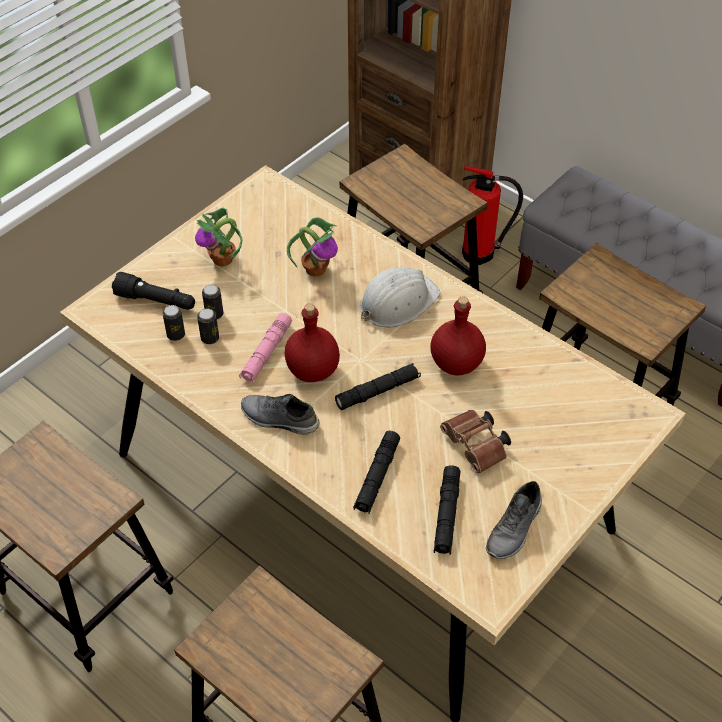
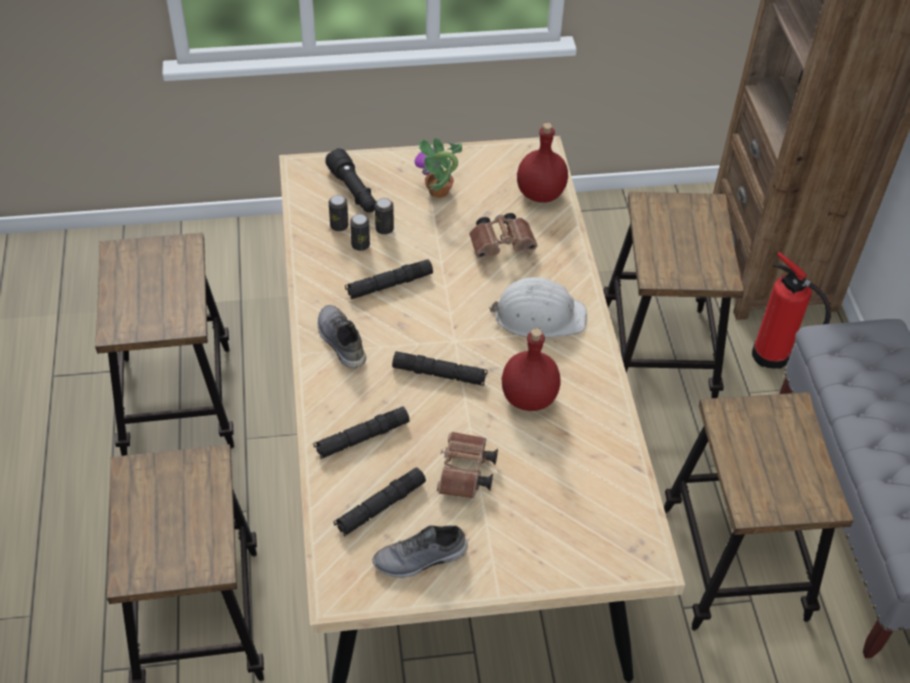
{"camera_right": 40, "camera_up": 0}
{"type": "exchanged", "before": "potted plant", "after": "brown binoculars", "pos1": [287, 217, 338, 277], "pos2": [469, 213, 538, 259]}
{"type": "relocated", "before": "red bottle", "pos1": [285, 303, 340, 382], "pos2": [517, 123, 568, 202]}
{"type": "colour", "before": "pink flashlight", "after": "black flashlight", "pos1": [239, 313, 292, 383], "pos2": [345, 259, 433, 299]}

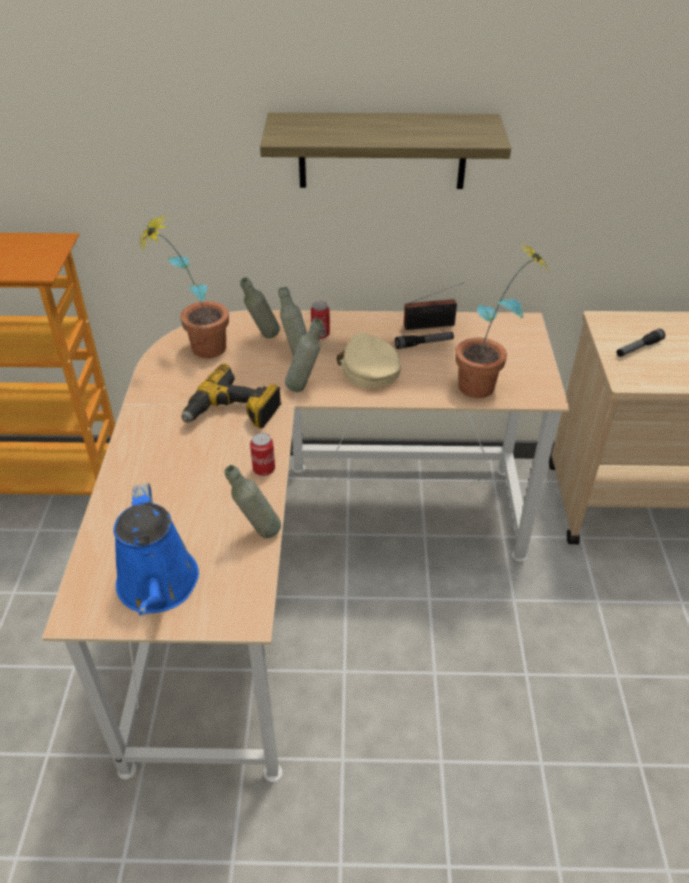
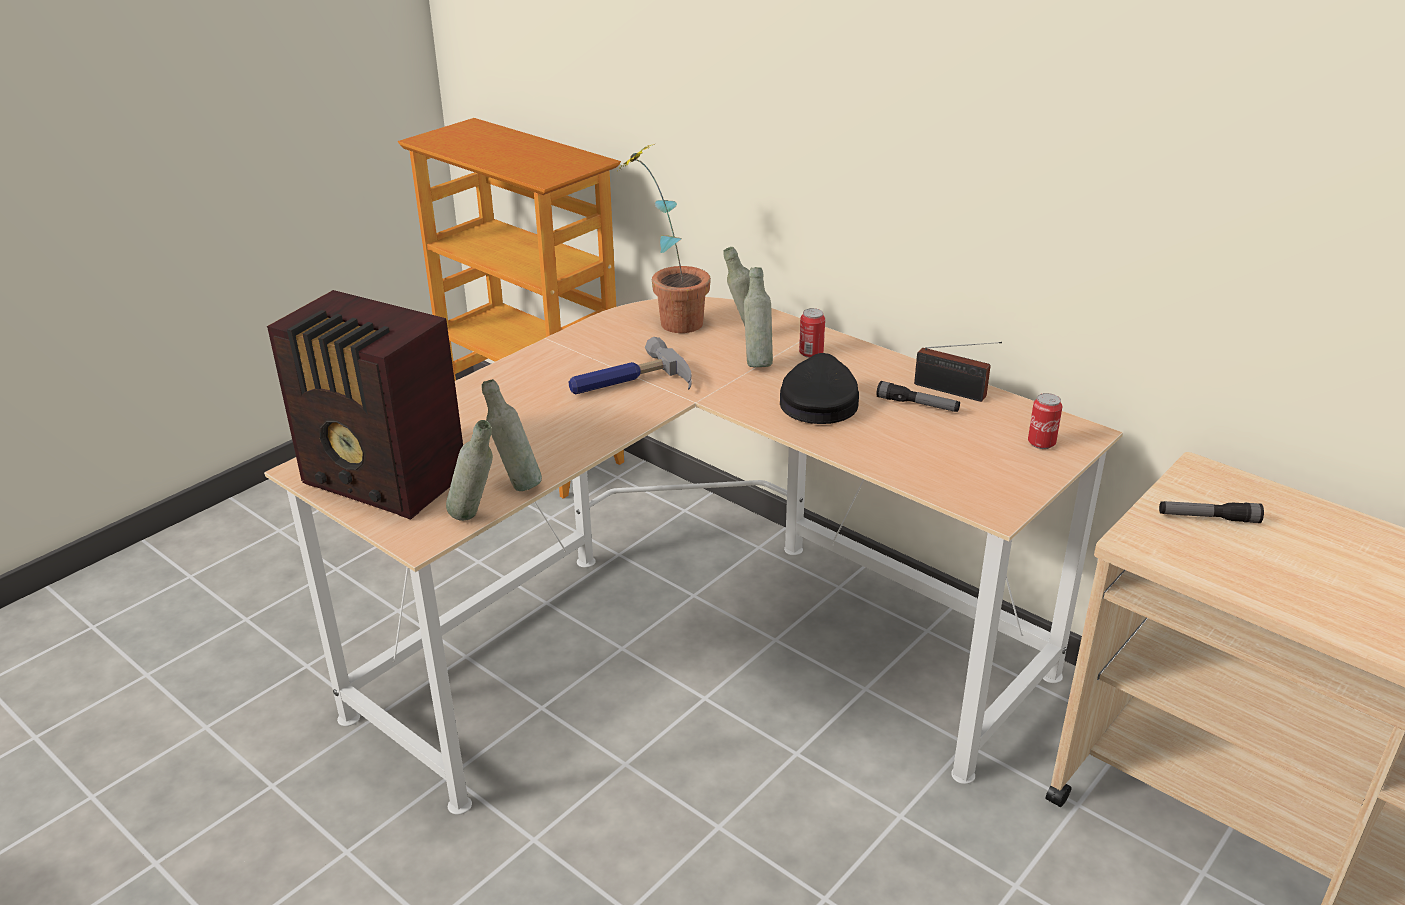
{"camera_right": 40, "camera_up": -10}
{"type": "missing", "before": "shelf", "pos1": [260, 112, 511, 189]}
{"type": "missing", "before": "potted plant", "pos1": [455, 242, 549, 398]}
{"type": "relocated", "before": "grey bottle", "pos1": [285, 318, 323, 392], "pos2": [446, 420, 493, 521]}
{"type": "colour", "before": "beige cap", "after": "black cap", "pos1": [336, 333, 401, 388], "pos2": [780, 353, 859, 424]}
{"type": "exchanged", "before": "power drill", "after": "hammer", "pos1": [181, 364, 281, 428], "pos2": [569, 337, 692, 394]}
{"type": "relocated", "before": "can", "pos1": [250, 433, 275, 476], "pos2": [1028, 393, 1063, 449]}
{"type": "exchanged", "before": "blue watering can", "after": "radio", "pos1": [114, 483, 199, 616], "pos2": [267, 290, 463, 520]}

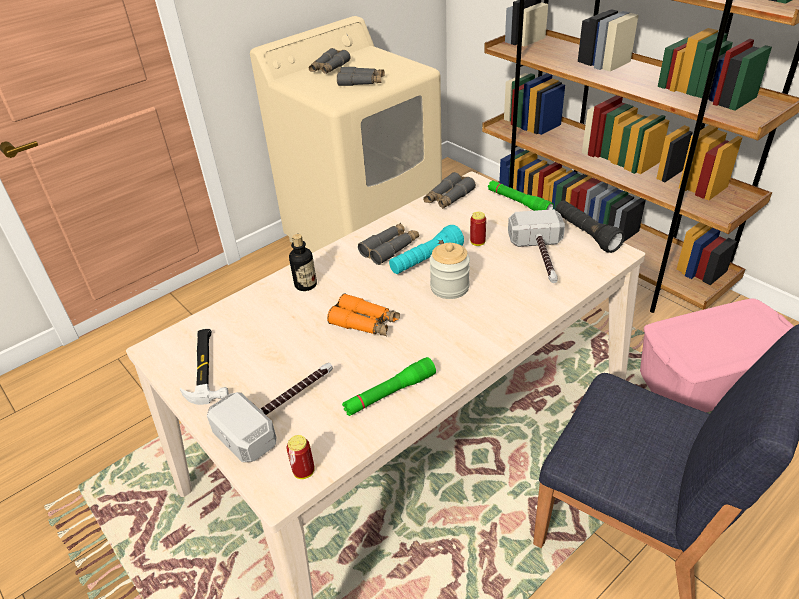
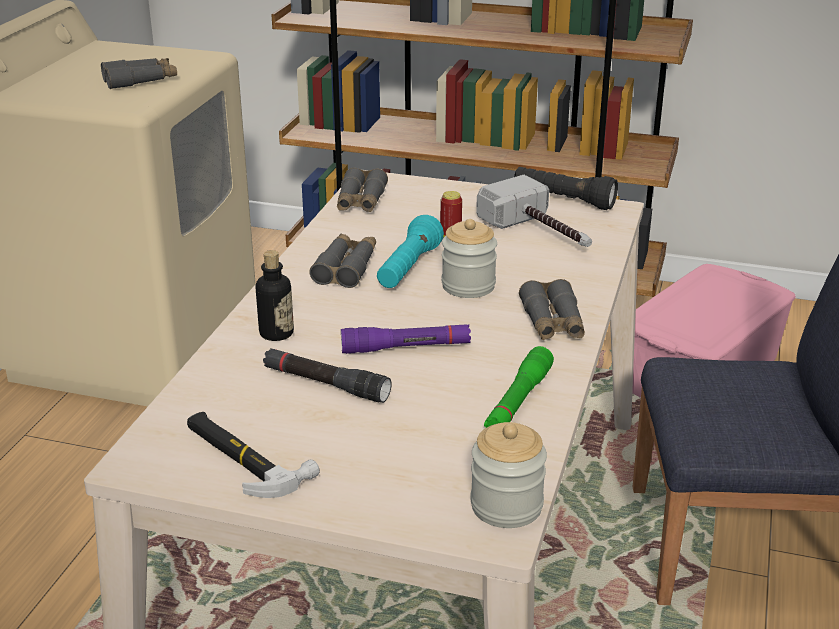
{"camera_right": -35, "camera_up": -10}
{"type": "relocated", "before": "grey binoculars", "pos1": [309, 48, 351, 74], "pos2": [519, 279, 585, 340]}
{"type": "missing", "before": "green flashlight", "pos1": [488, 181, 554, 211]}
{"type": "exchanged", "before": "orange binoculars", "after": "purple flashlight", "pos1": [327, 293, 400, 336], "pos2": [341, 324, 471, 354]}
{"type": "missing", "before": "hammer", "pos1": [207, 363, 333, 462]}
{"type": "exchanged", "before": "can", "after": "jar", "pos1": [286, 435, 315, 479], "pos2": [470, 422, 547, 528]}
{"type": "appeared", "after": "black flashlight", "pos2": [263, 348, 392, 403]}

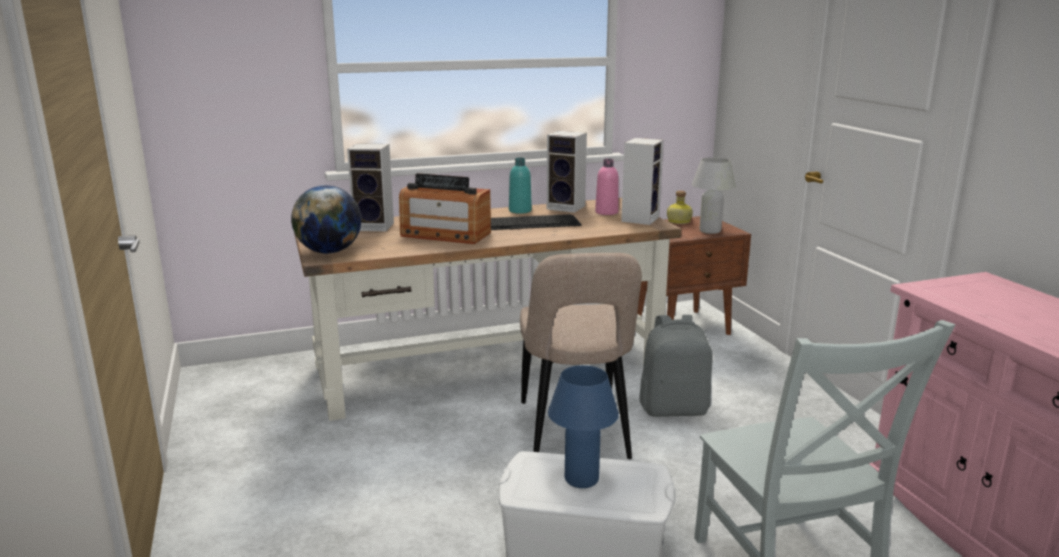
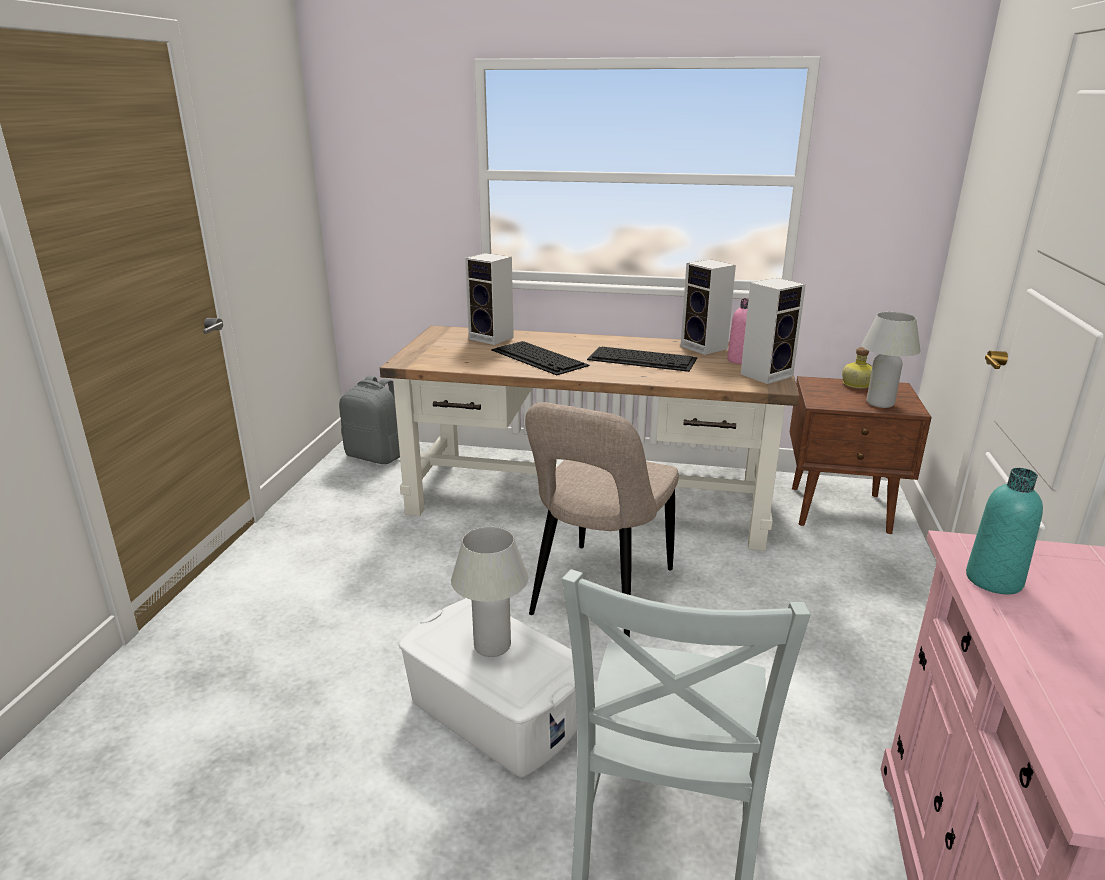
{"camera_right": 30, "camera_up": 5}
{"type": "relocated", "before": "turquoise bottle", "pos1": [509, 158, 532, 214], "pos2": [966, 468, 1043, 594]}
{"type": "exchanged", "before": "radio", "after": "keyboard", "pos1": [399, 173, 491, 244], "pos2": [491, 341, 590, 375]}
{"type": "missing", "before": "globe", "pos1": [291, 185, 361, 253]}
{"type": "relocated", "before": "grey backpack", "pos1": [639, 315, 713, 417], "pos2": [339, 376, 400, 464]}
{"type": "colour", "before": "blue table lamp", "after": "white table lamp", "pos1": [548, 365, 619, 488], "pos2": [451, 527, 528, 657]}

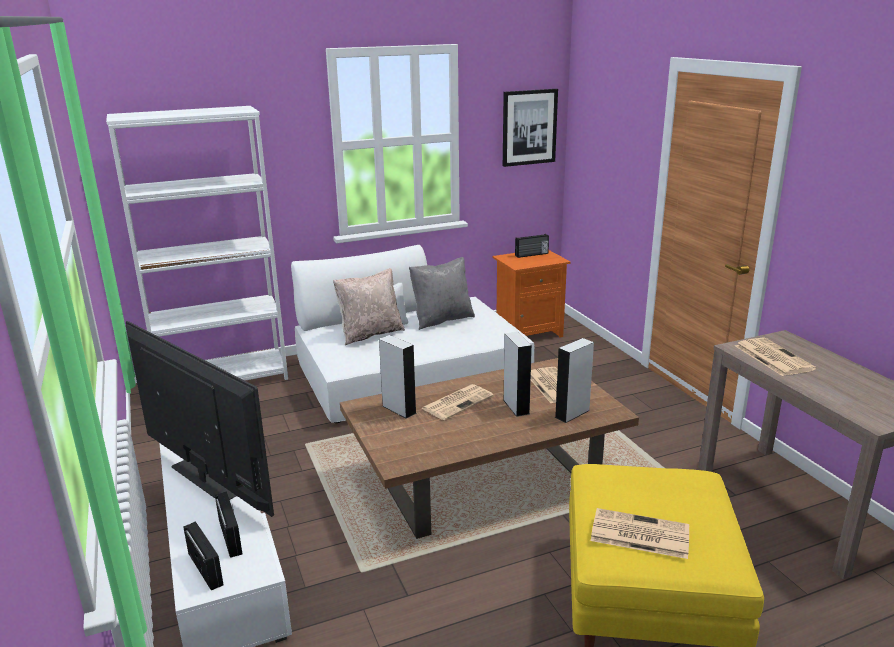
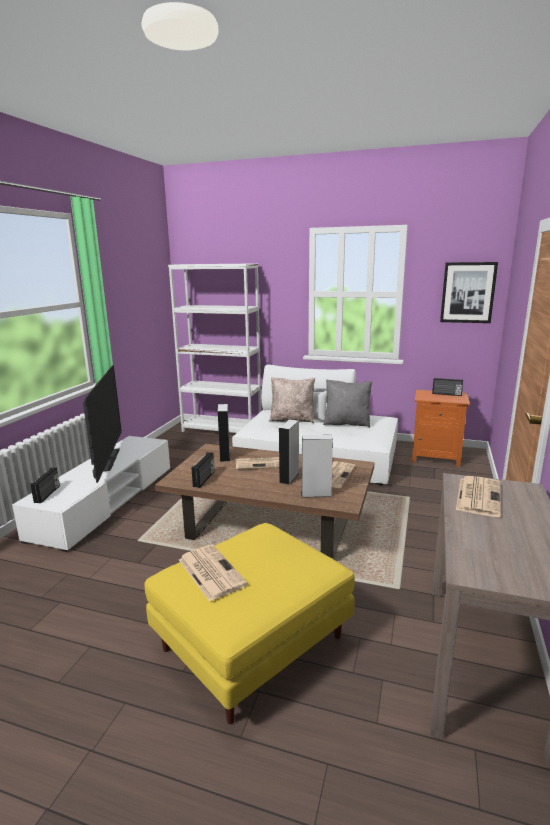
{"camera_right": 40, "camera_up": -5}
{"type": "relocated", "before": "radio", "pos1": [215, 491, 242, 558], "pos2": [191, 452, 215, 488]}

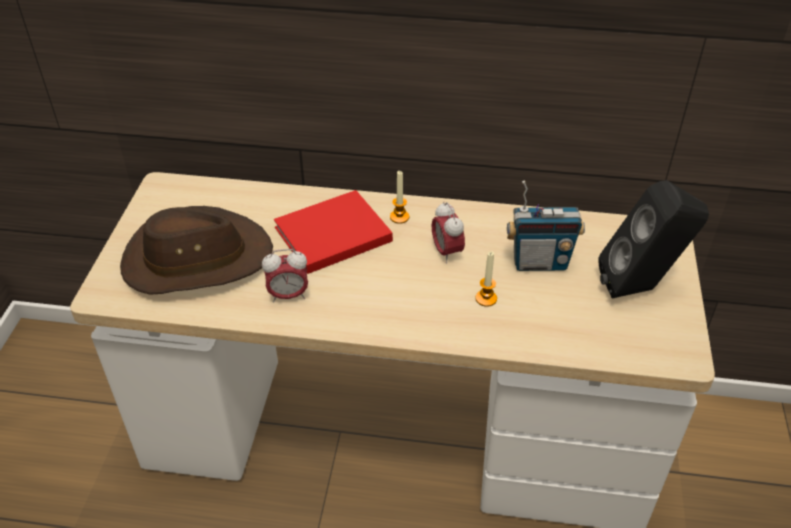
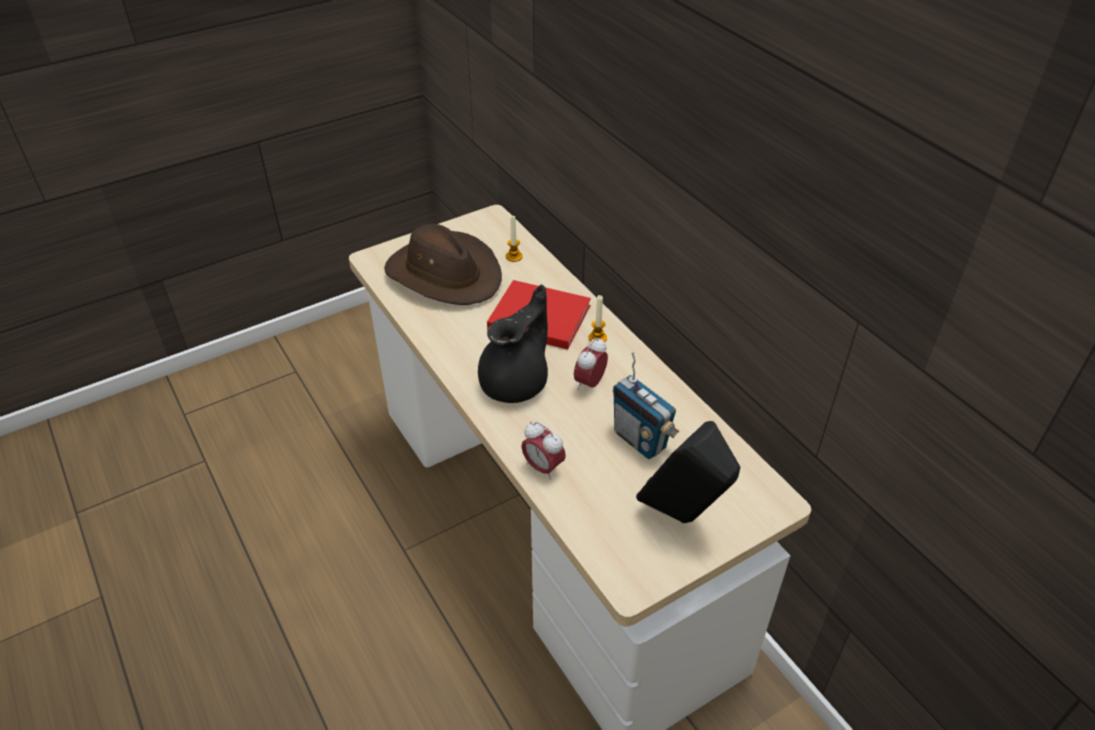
{"camera_right": 50, "camera_up": 0}
{"type": "relocated", "before": "alarm clock", "pos1": [262, 249, 308, 302], "pos2": [521, 422, 566, 480]}
{"type": "relocated", "before": "candle", "pos1": [475, 252, 497, 307], "pos2": [506, 216, 523, 262]}
{"type": "appeared", "after": "black teapot", "pos2": [478, 284, 548, 403]}

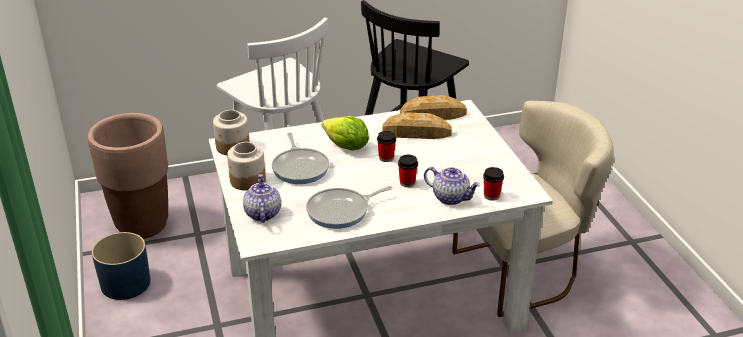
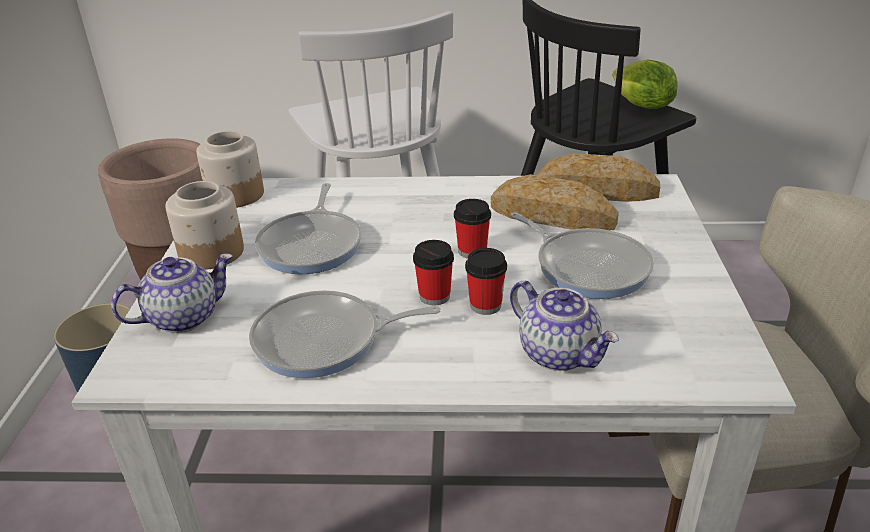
{"camera_right": 20, "camera_up": 0}
{"type": "relocated", "before": "lettuce", "pos1": [321, 116, 369, 151], "pos2": [612, 60, 678, 109]}
{"type": "relocated", "before": "cup", "pos1": [483, 167, 504, 201], "pos2": [413, 240, 454, 305]}
{"type": "spun", "before": "teapot", "pos1": [243, 174, 281, 223], "pos2": [111, 253, 233, 333], "turn": 45}
{"type": "appeared", "after": "frying pan", "pos2": [510, 212, 654, 299]}

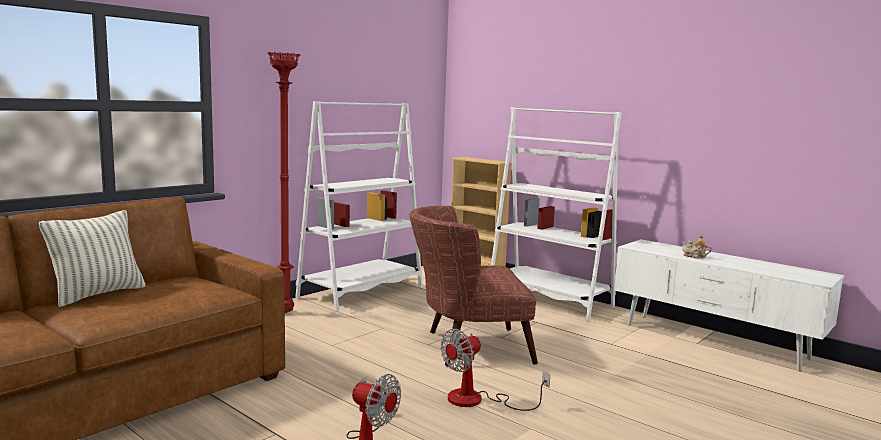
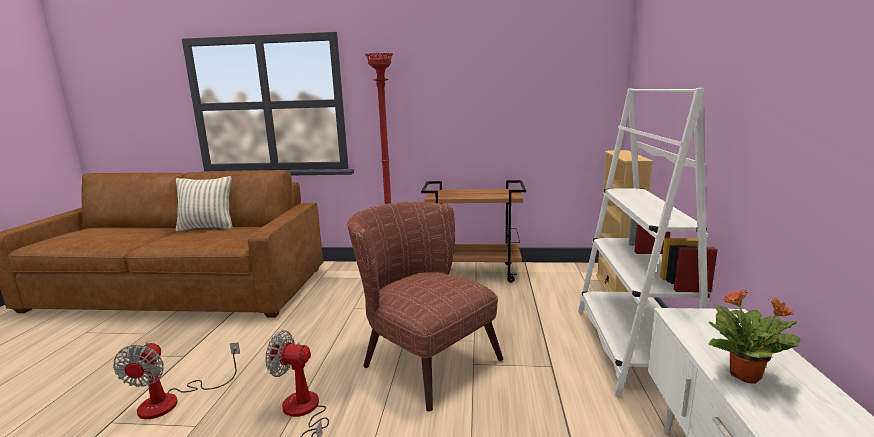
{"camera_right": 55, "camera_up": 5}
{"type": "exchanged", "before": "white bookcase", "after": "brown cart", "pos1": [295, 101, 423, 312], "pos2": [421, 180, 526, 283]}
{"type": "exchanged", "before": "teapot", "after": "potted plant", "pos1": [682, 235, 712, 259], "pos2": [709, 290, 800, 384]}

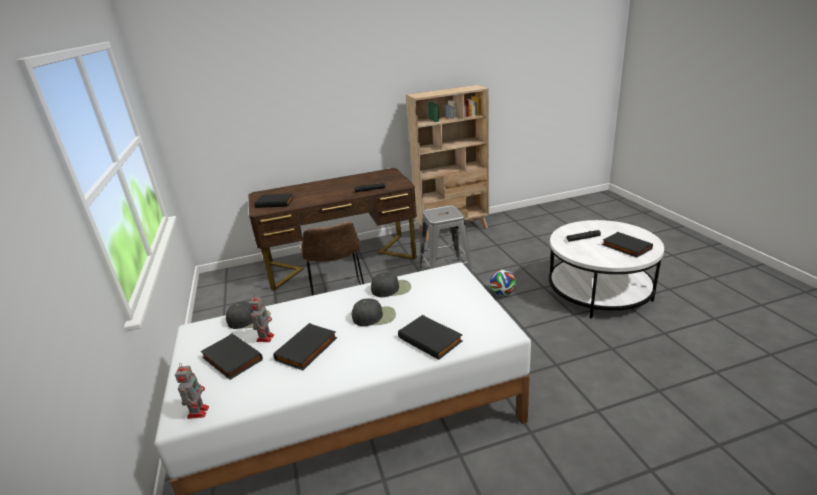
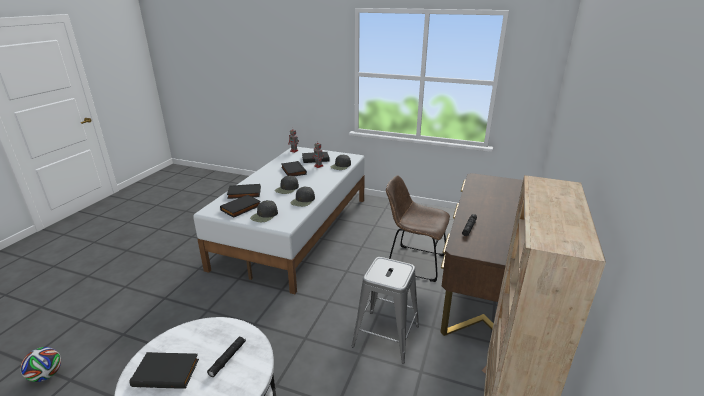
{"camera_right": 125, "camera_up": 0}
{"type": "relocated", "before": "black book", "pos1": [254, 193, 294, 208], "pos2": [220, 195, 261, 218]}
{"type": "relocated", "before": "football", "pos1": [489, 269, 516, 296], "pos2": [20, 347, 61, 382]}
{"type": "appeared", "after": "black cap", "pos2": [250, 200, 278, 222]}

